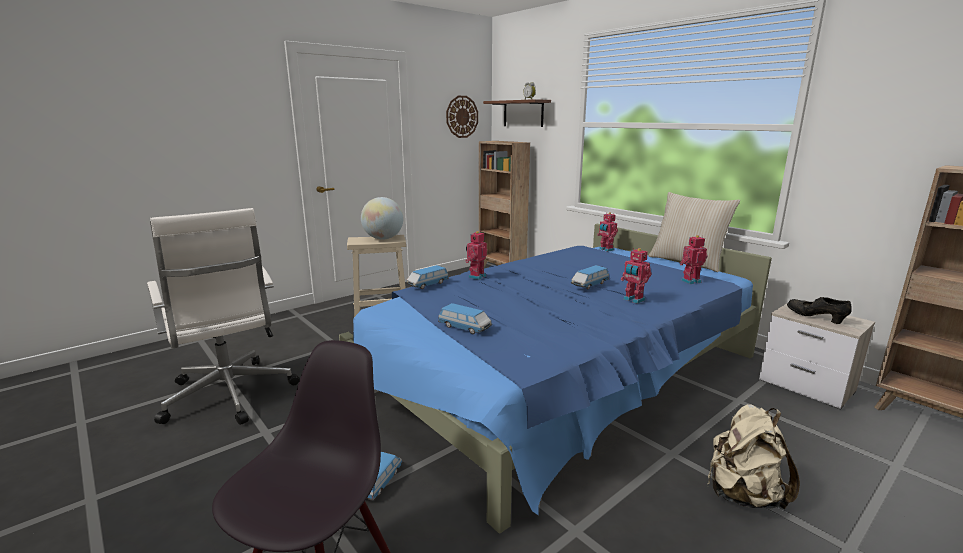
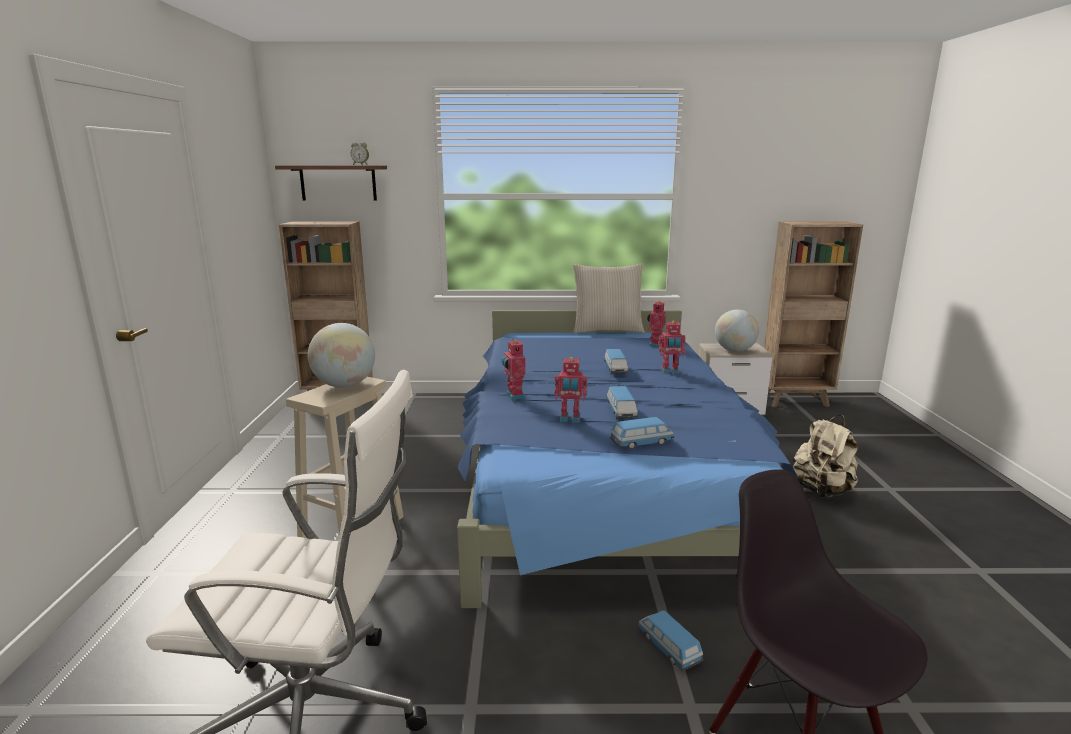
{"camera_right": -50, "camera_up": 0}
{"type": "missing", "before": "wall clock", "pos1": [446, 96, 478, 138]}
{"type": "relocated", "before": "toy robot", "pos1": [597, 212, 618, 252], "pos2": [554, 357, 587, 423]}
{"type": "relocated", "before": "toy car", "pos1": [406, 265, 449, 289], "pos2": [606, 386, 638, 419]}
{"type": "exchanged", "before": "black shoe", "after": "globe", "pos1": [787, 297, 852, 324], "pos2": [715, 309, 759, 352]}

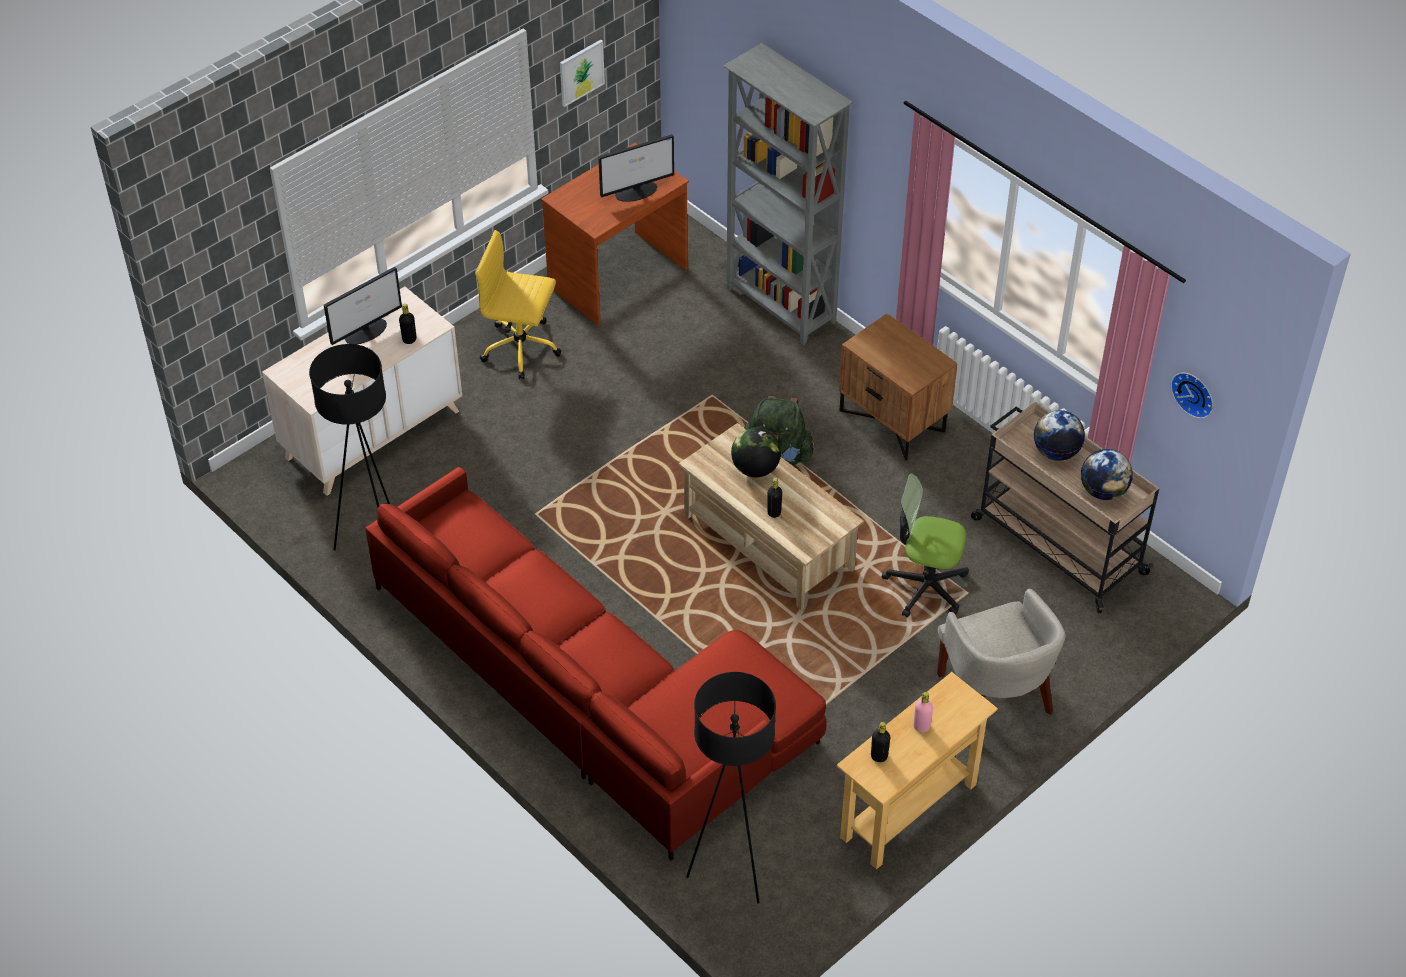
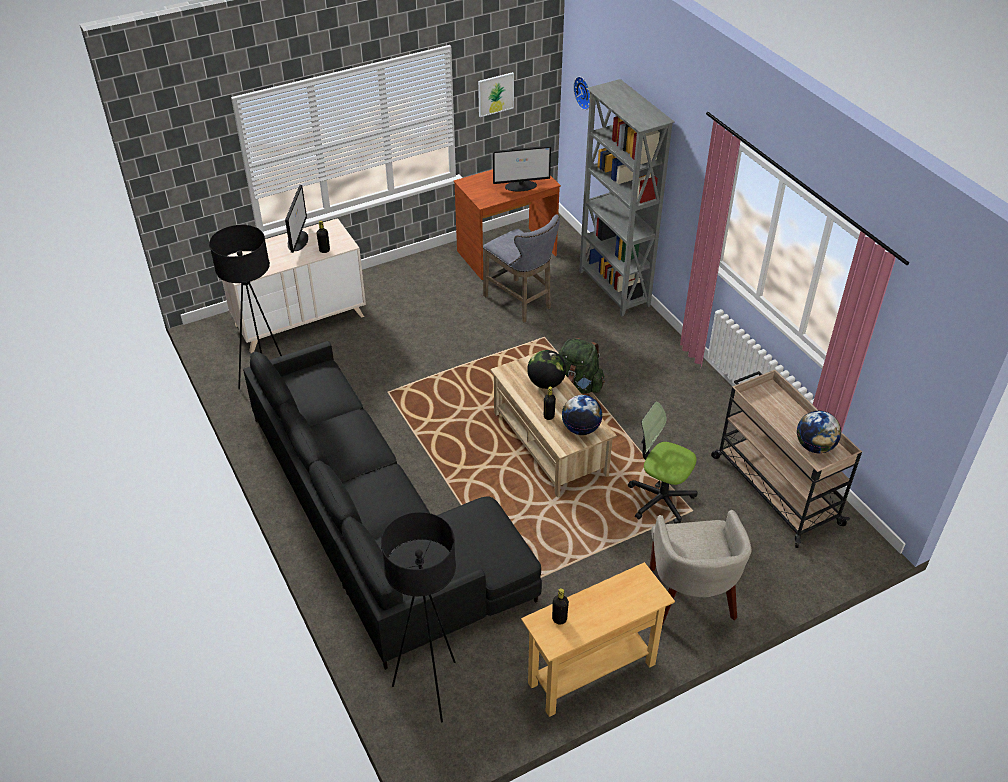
{"camera_right": 15, "camera_up": -5}
{"type": "missing", "before": "yellow office chair", "pos1": [475, 230, 562, 380]}
{"type": "spun", "before": "monitor", "pos1": [324, 267, 402, 345], "pos2": [285, 185, 308, 253], "turn": -60}
{"type": "missing", "before": "brown nightstand", "pos1": [839, 314, 958, 461]}
{"type": "relocated", "before": "wall clock", "pos1": [1171, 373, 1213, 419], "pos2": [573, 76, 590, 110]}
{"type": "relocated", "before": "globe", "pos1": [1034, 410, 1085, 461], "pos2": [562, 395, 603, 435]}
{"type": "colour", "before": "red sofa", "after": "black sofa", "pos1": [365, 467, 827, 861], "pos2": [243, 341, 542, 670]}
{"type": "missing", "before": "pink bottle", "pos1": [913, 692, 933, 732]}
{"type": "appeared", "after": "grey stool", "pos2": [483, 214, 560, 323]}

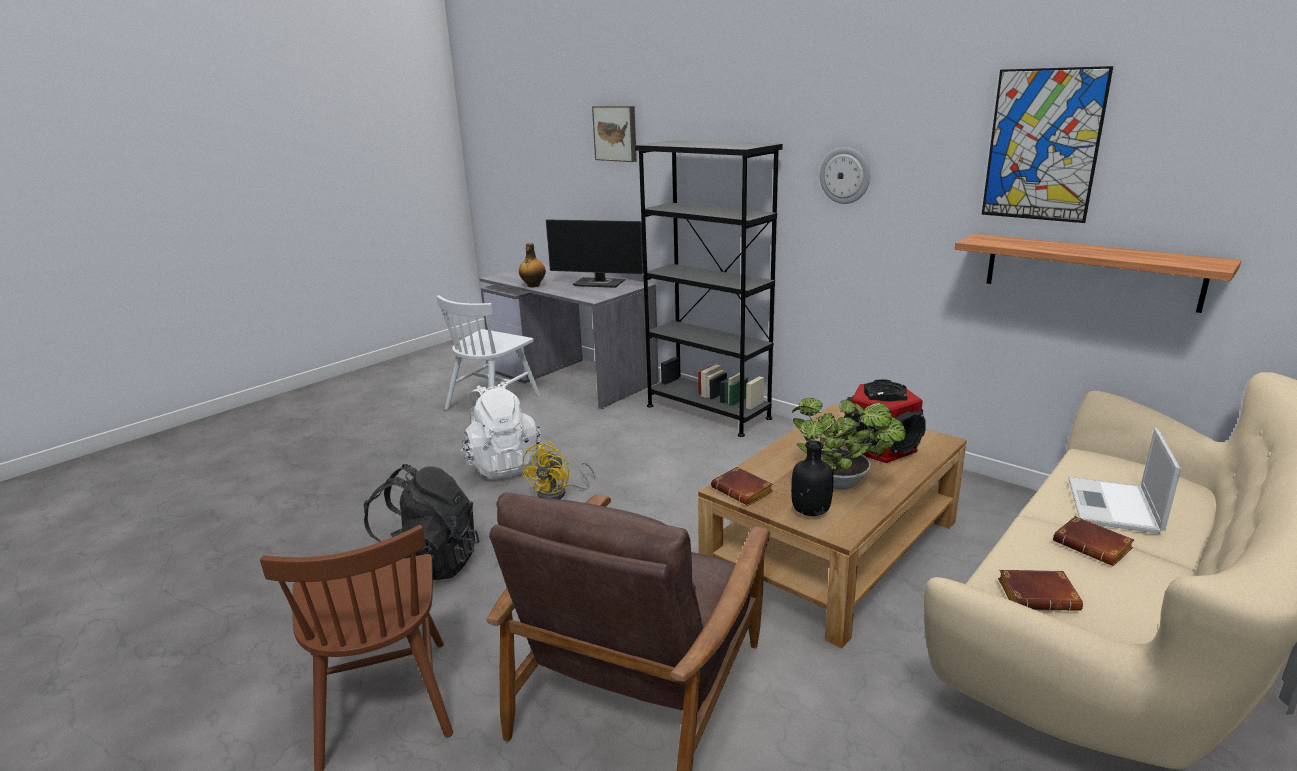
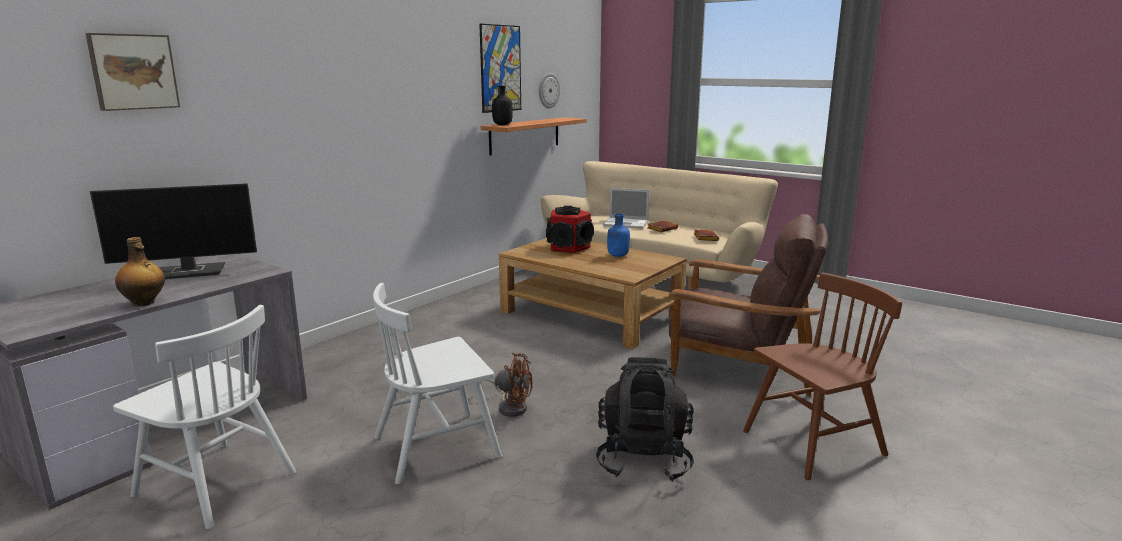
{"camera_right": -95, "camera_up": -5}
{"type": "missing", "before": "black bookcase", "pos1": [635, 140, 783, 437]}
{"type": "relocated", "before": "wall clock", "pos1": [820, 147, 870, 204], "pos2": [539, 73, 560, 108]}
{"type": "spun", "before": "monitor", "pos1": [546, 219, 643, 288], "pos2": [90, 183, 257, 279], "turn": 60}
{"type": "exchanged", "before": "white backpack", "after": "white chair", "pos1": [460, 382, 541, 479], "pos2": [373, 283, 502, 484]}
{"type": "exchanged", "before": "potted plant", "after": "blue bottle", "pos1": [792, 398, 906, 490], "pos2": [607, 214, 630, 257]}
{"type": "relocated", "before": "black bottle", "pos1": [791, 440, 833, 516], "pos2": [492, 86, 513, 125]}
{"type": "colour", "before": "yellow fan", "after": "brown fan", "pos1": [521, 442, 595, 499], "pos2": [480, 353, 532, 417]}
{"type": "missing", "before": "brown book", "pos1": [711, 467, 773, 506]}

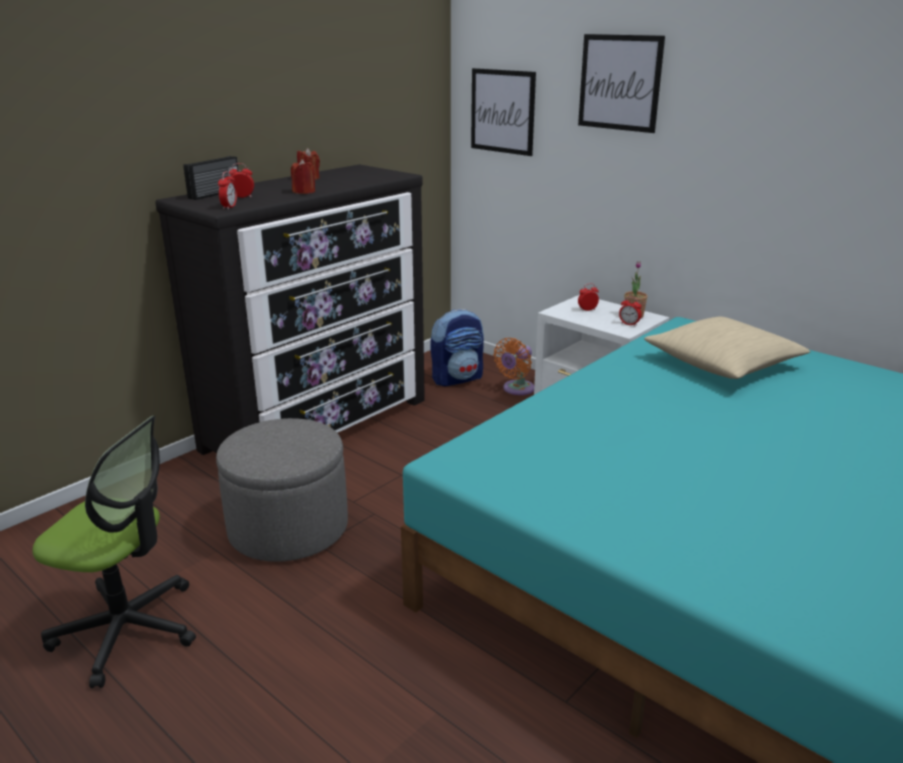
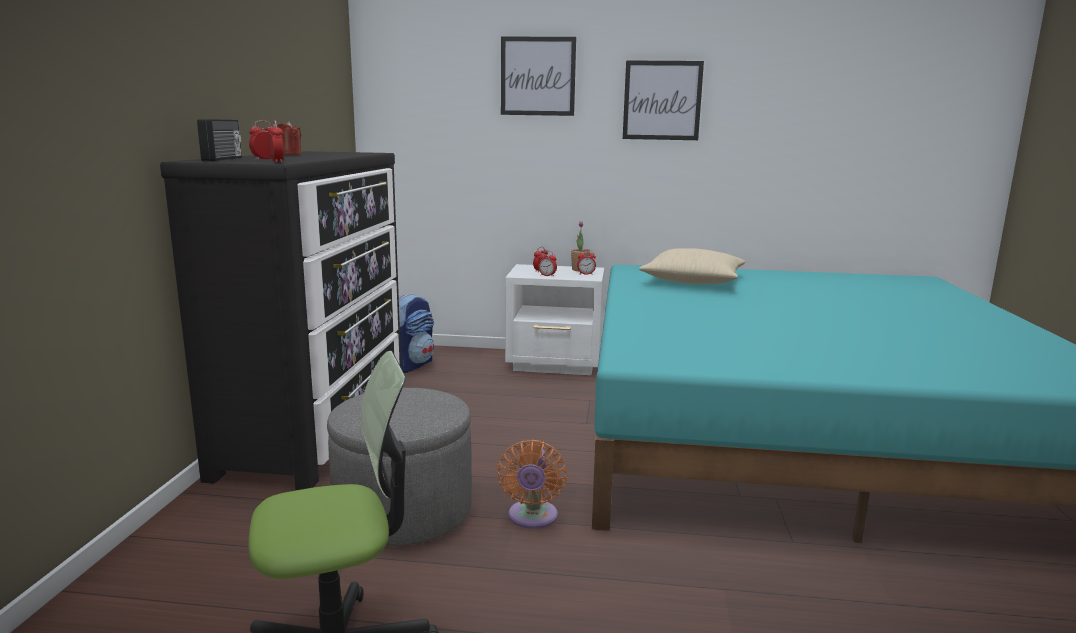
{"camera_right": -35, "camera_up": -10}
{"type": "relocated", "before": "picture", "pos1": [471, 68, 536, 156], "pos2": [623, 60, 704, 140]}
{"type": "missing", "before": "red candle", "pos1": [291, 159, 315, 194]}
{"type": "relocated", "before": "orange fan", "pos1": [493, 338, 534, 395], "pos2": [497, 440, 567, 529]}
{"type": "appeared", "after": "alarm clock", "pos2": [538, 251, 557, 276]}

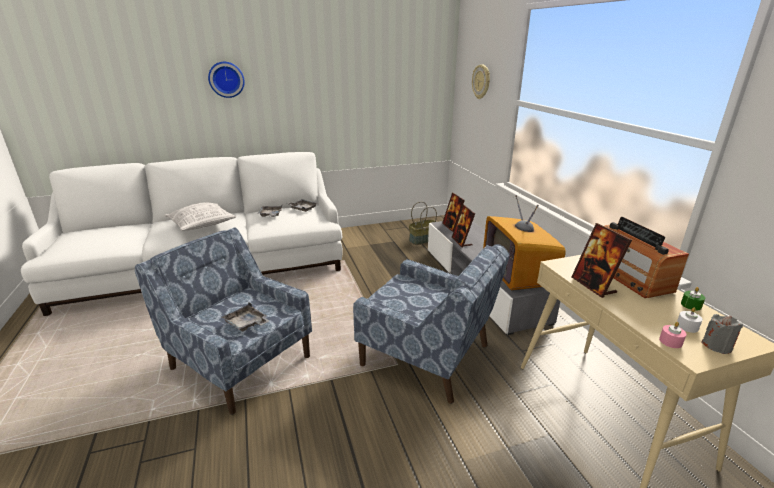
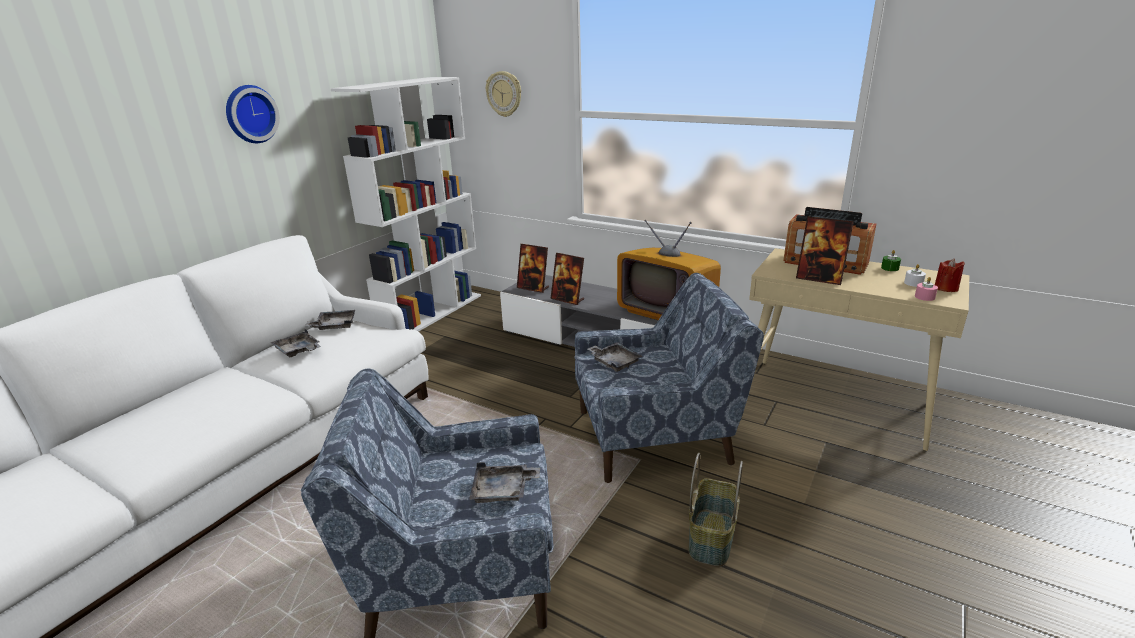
{"camera_right": -40, "camera_up": 0}
{"type": "relocated", "before": "wall clock", "pos1": [208, 62, 245, 98], "pos2": [226, 85, 280, 143]}
{"type": "relocated", "before": "basket", "pos1": [409, 201, 437, 245], "pos2": [689, 453, 743, 566]}
{"type": "missing", "before": "pillow", "pos1": [165, 203, 236, 231]}
{"type": "colour", "before": "grey candle", "after": "red candle", "pos1": [701, 314, 743, 354], "pos2": [935, 258, 965, 292]}
{"type": "appeared", "after": "white bookcase", "pos2": [330, 77, 481, 332]}
{"type": "appeared", "after": "grey tray", "pos2": [587, 342, 642, 372]}

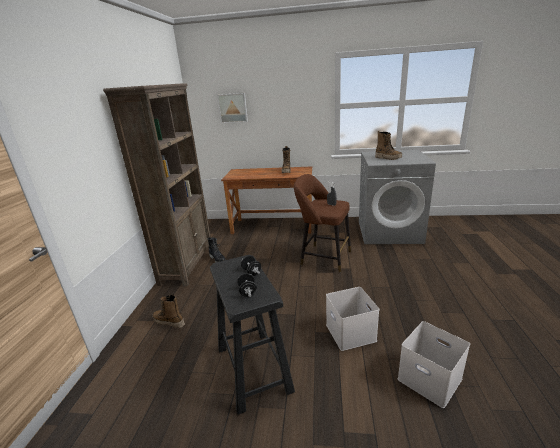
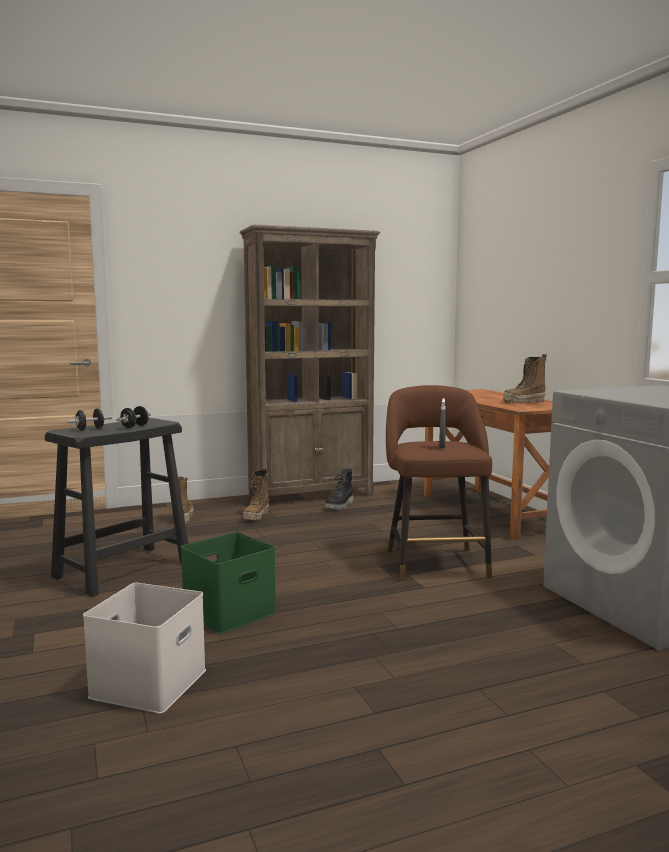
{"camera_right": 60, "camera_up": -15}
{"type": "missing", "before": "picture", "pos1": [217, 93, 248, 123]}
{"type": "relocated", "before": "boot", "pos1": [375, 131, 402, 160], "pos2": [243, 467, 269, 520]}
{"type": "colour", "before": "white storage box", "after": "green storage box", "pos1": [326, 287, 379, 351], "pos2": [181, 532, 276, 634]}

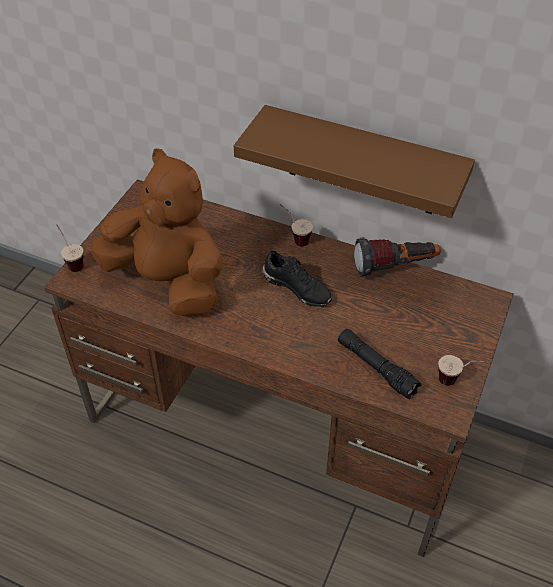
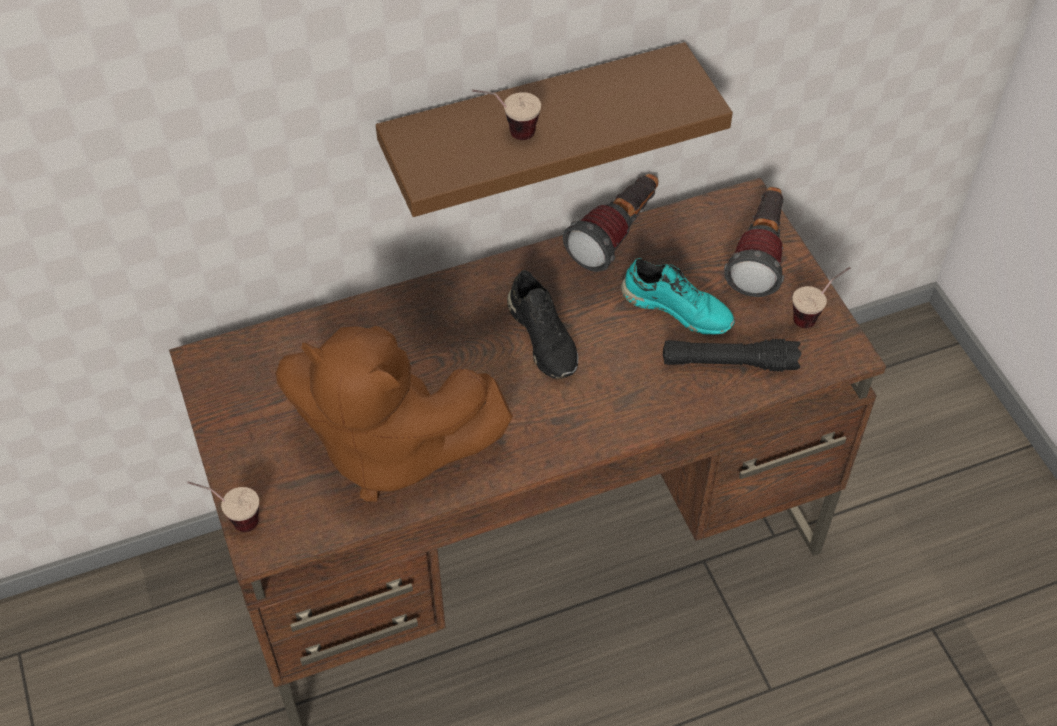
{"camera_right": -45, "camera_up": 5}
{"type": "spun", "before": "brown plush toy", "pos1": [91, 148, 223, 317], "pos2": [275, 326, 513, 502], "turn": -150}
{"type": "relocated", "before": "cup", "pos1": [279, 204, 313, 246], "pos2": [472, 90, 541, 140]}
{"type": "spun", "before": "black shoe", "pos1": [262, 250, 332, 307], "pos2": [507, 270, 578, 379], "turn": 75}
{"type": "appeared", "after": "flashlight", "pos2": [724, 187, 784, 297]}
{"type": "appeared", "after": "turquoise shoe", "pos2": [621, 258, 735, 335]}

